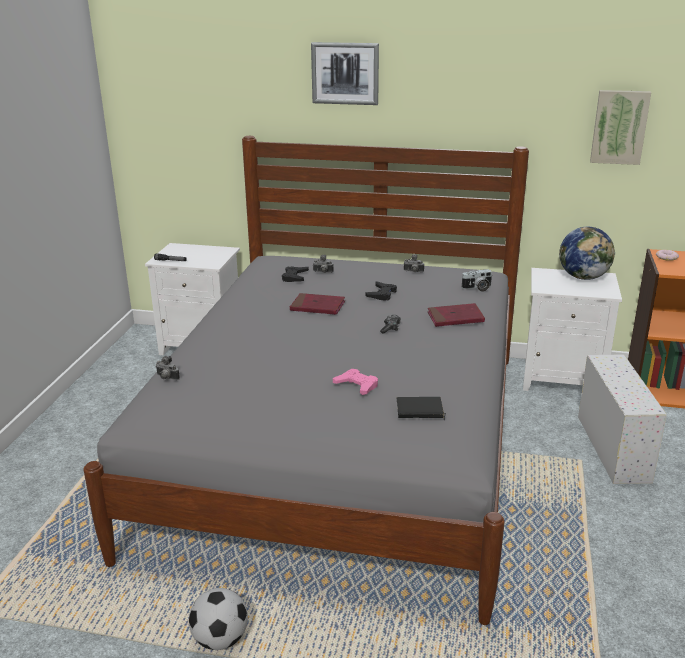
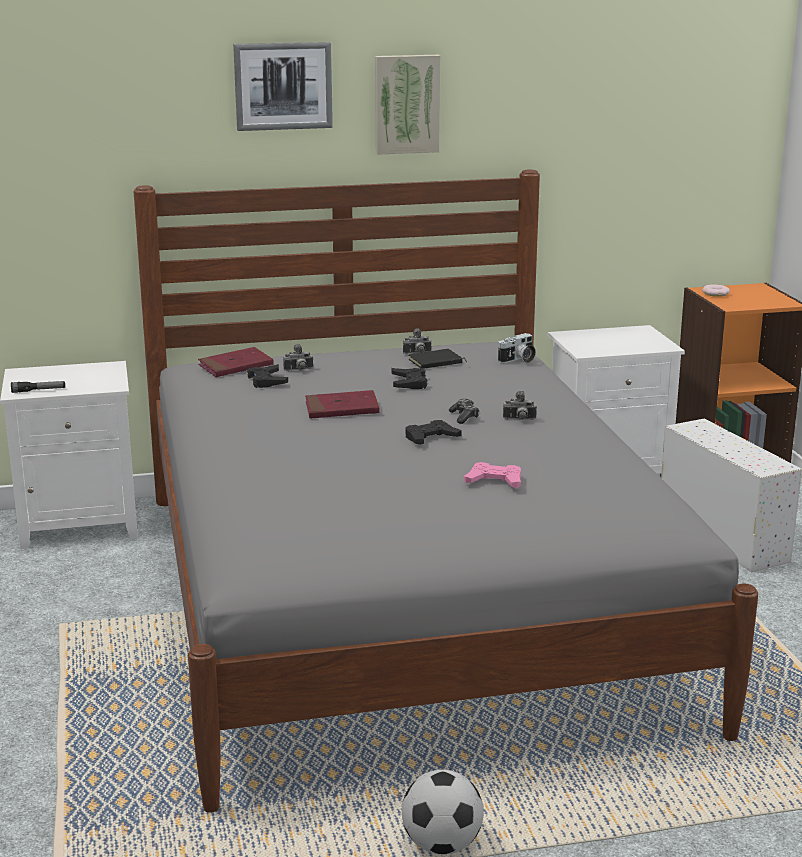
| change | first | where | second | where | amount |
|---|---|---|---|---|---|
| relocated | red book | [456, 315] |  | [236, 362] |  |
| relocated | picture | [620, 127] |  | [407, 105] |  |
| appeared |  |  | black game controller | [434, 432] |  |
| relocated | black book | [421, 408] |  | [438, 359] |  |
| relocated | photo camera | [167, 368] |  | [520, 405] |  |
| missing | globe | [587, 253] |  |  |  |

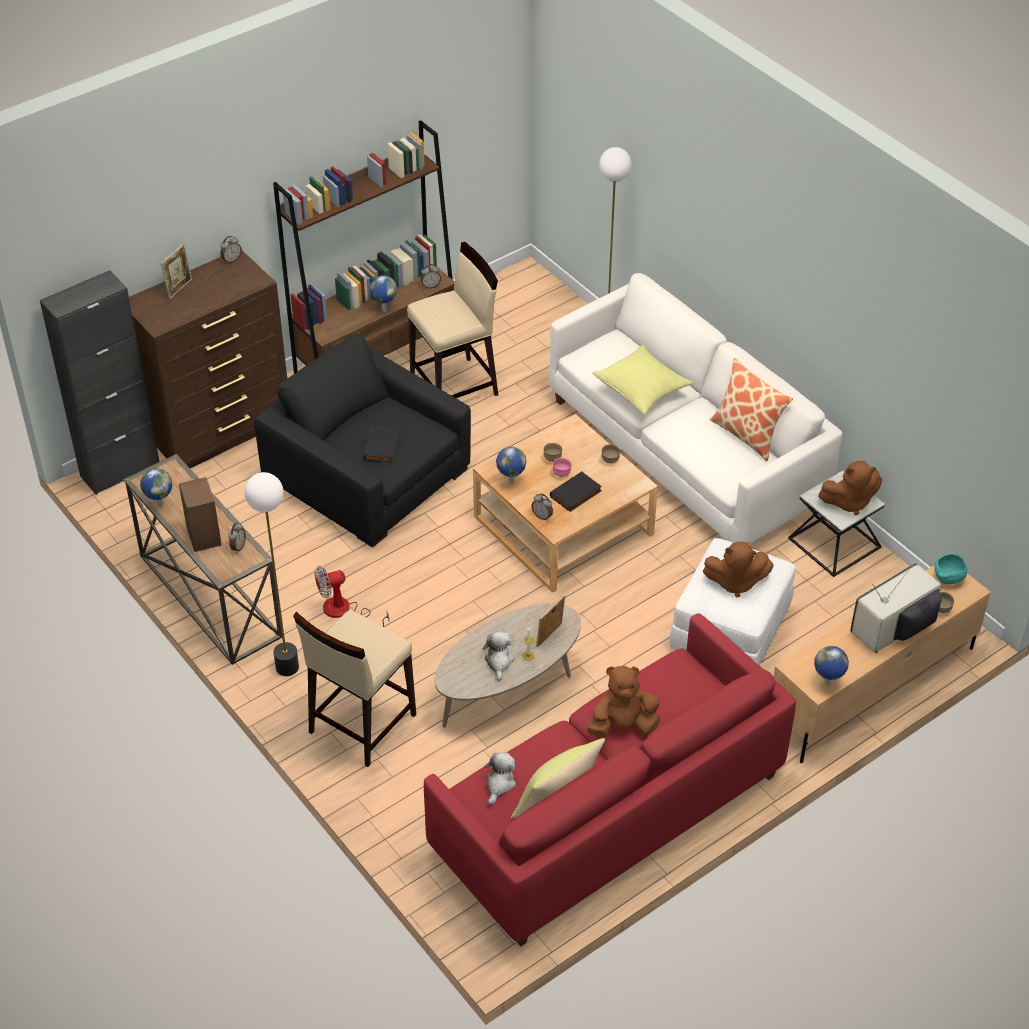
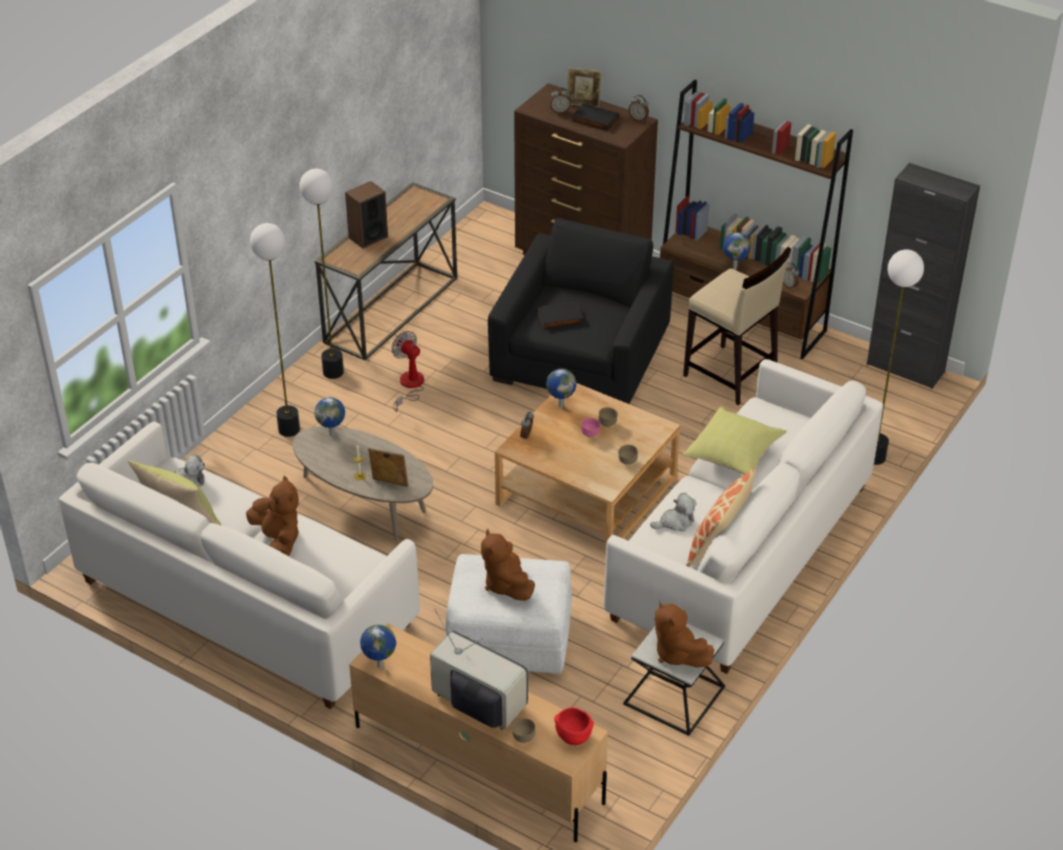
| change | first | where | second | where | amount |
|---|---|---|---|---|---|
| colour | red sofa | [610, 779] | white sofa | [239, 565] |  |
| exchanged | beige stool | [354, 688] | floor lamp | [275, 330] |  |
| relocated | globe | [156, 487] |  | [329, 417] |  |
| relocated | alarm clock | [237, 537] |  | [560, 100] |  |
| colour | turquoise bowl | [950, 569] | red bowl | [574, 726] |  |
| relocated | black book | [576, 492] |  | [595, 117] |  |
| relocated | plush toy | [498, 656] |  | [673, 512] |  |
| relocated | black cabinet | [100, 382] |  | [923, 276] |  |

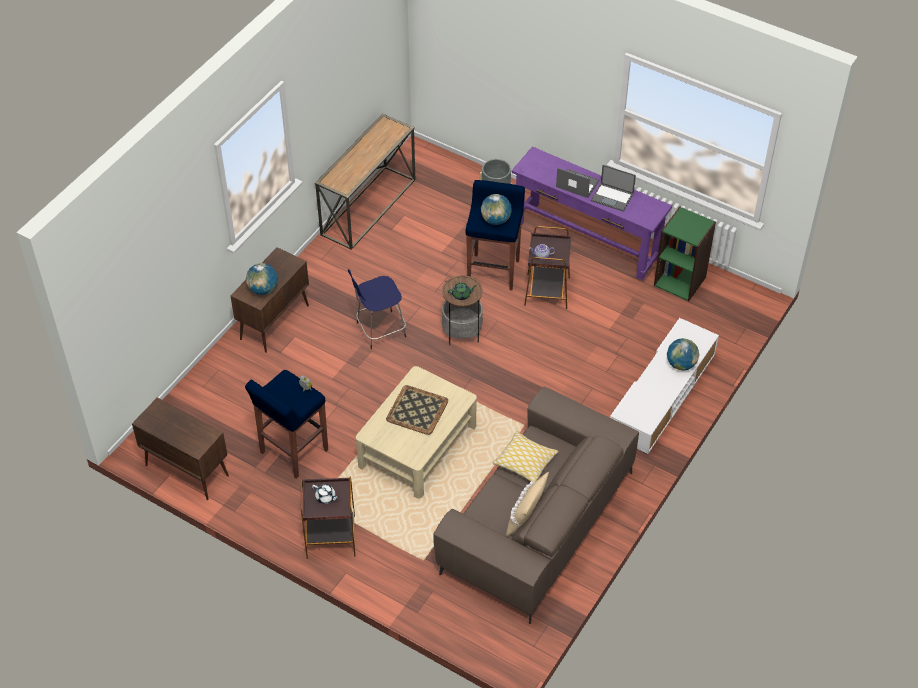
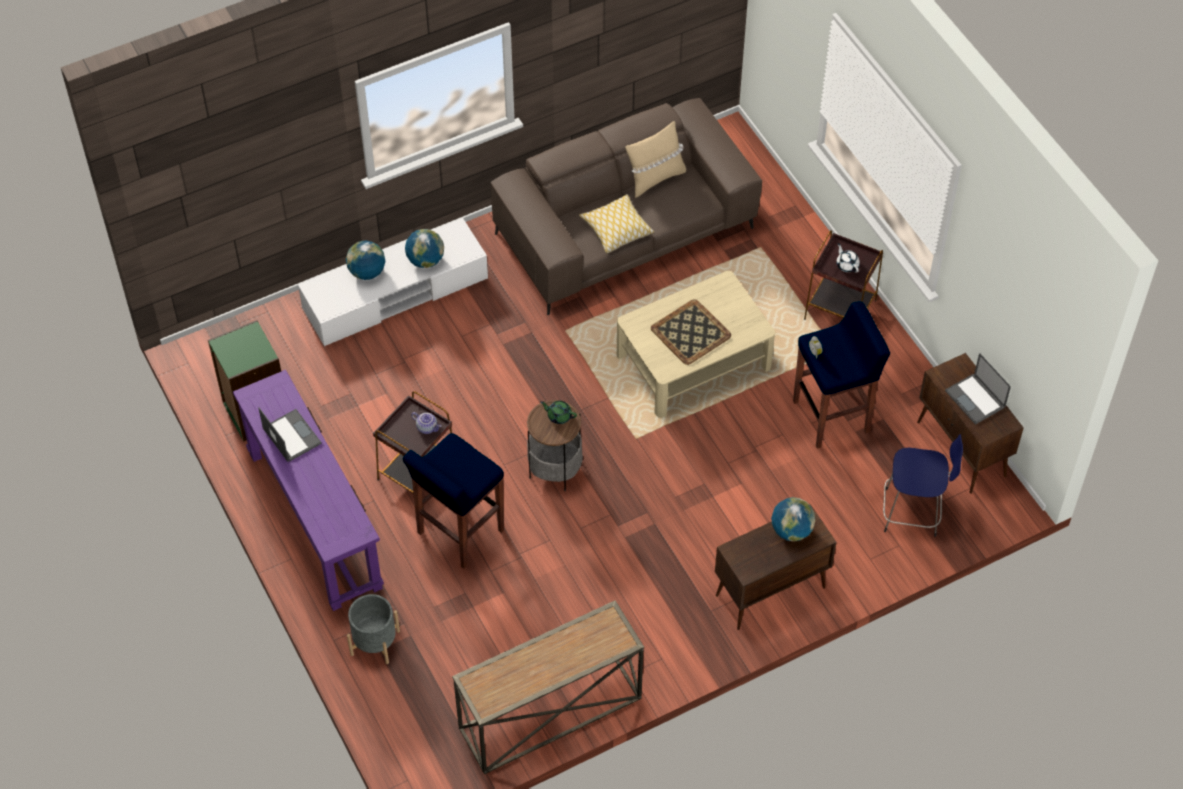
| change | first | where | second | where | amount |
|---|---|---|---|---|---|
| relocated | globe | [496, 209] |  | [424, 248] |  |
| relocated | blue stool | [377, 309] |  | [923, 485] |  |
| relocated | laptop | [577, 183] |  | [978, 389] |  |

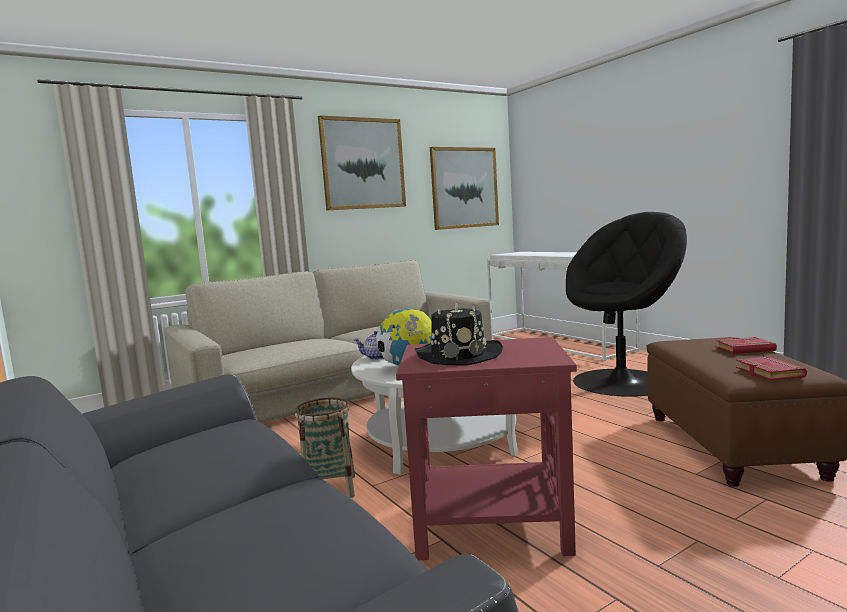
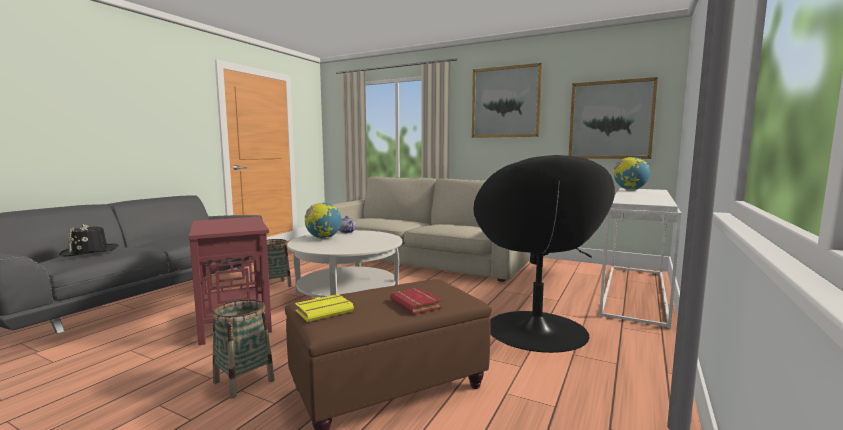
| change | first | where | second | where | amount |
|---|---|---|---|---|---|
| relocated | black hat | [459, 334] |  | [89, 240] |  |
| appeared |  |  | basket | [243, 349] |  |
| colour | red book | [771, 369] | yellow book | [324, 308] |  |
| spun | black armchair | [626, 304] |  | [544, 254] | 60 degrees clockwise |
| appeared |  |  | globe | [632, 174] |  |

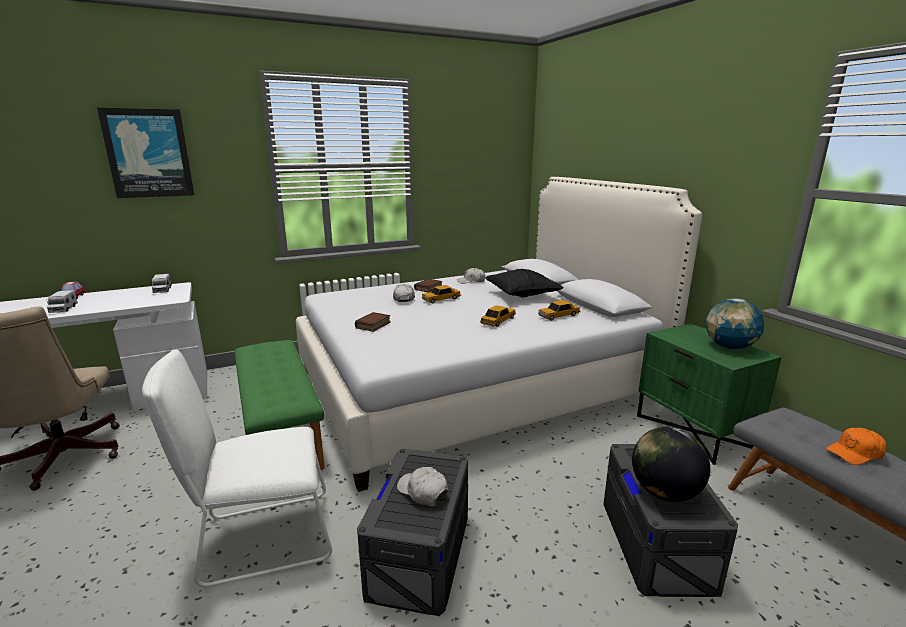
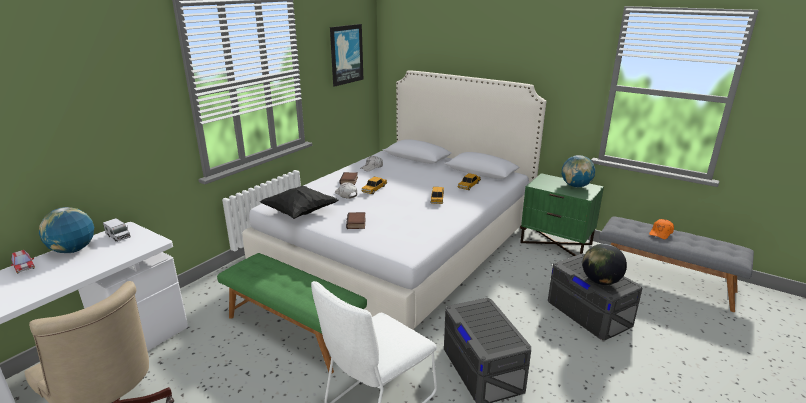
| change | first | where | second | where | amount |
|---|---|---|---|---|---|
| appeared |  |  | globe | [66, 230] |  |
| relocated | black pillow | [524, 283] |  | [299, 202] |  |
| relocated | picture | [145, 153] |  | [346, 55] |  |
| missing | toy truck | [62, 301] |  |  |  |
| missing | white cap | [422, 486] |  |  |  |

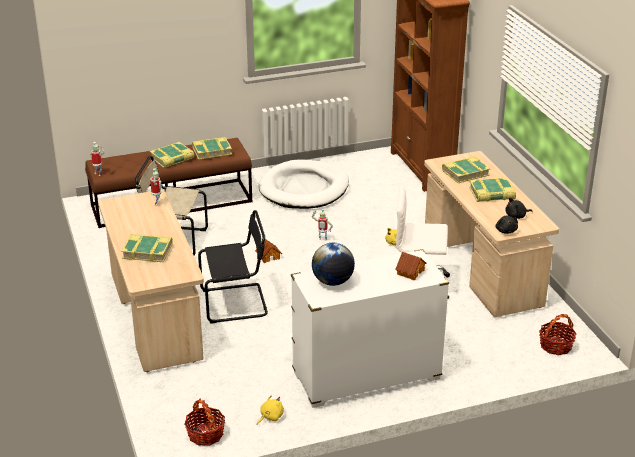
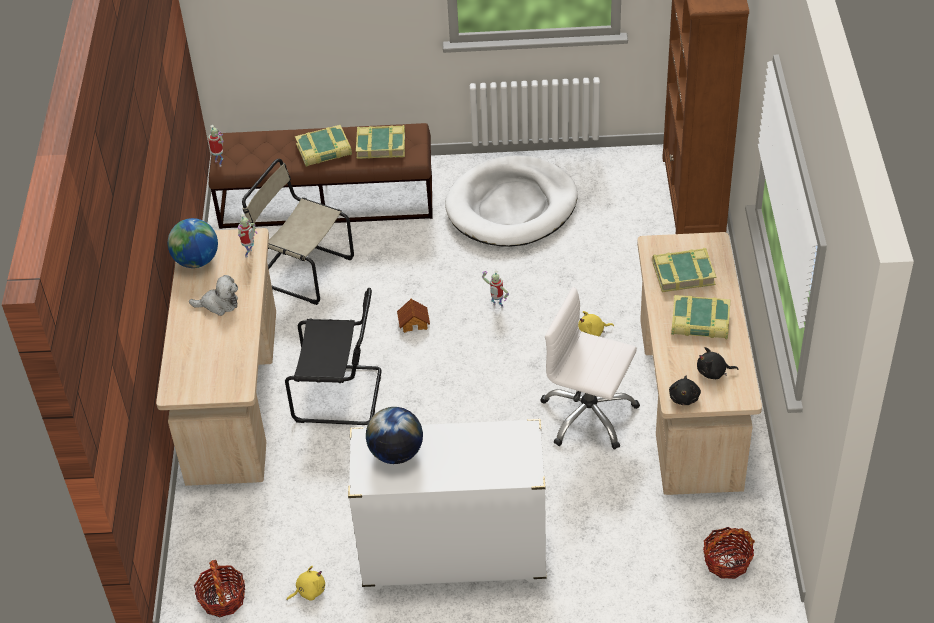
| change | first | where | second | where | amount |
|---|---|---|---|---|---|
| appeared |  |  | globe | [193, 243] |  |
| appeared |  |  | plush toy | [213, 295] |  |
| missing | book | [147, 248] |  |  |  |
| missing | toy house | [410, 266] |  |  |  |

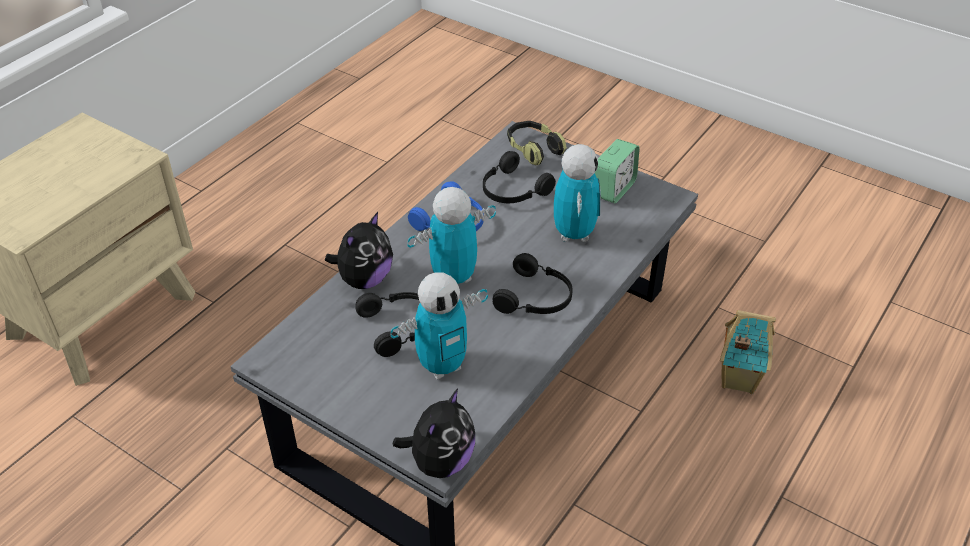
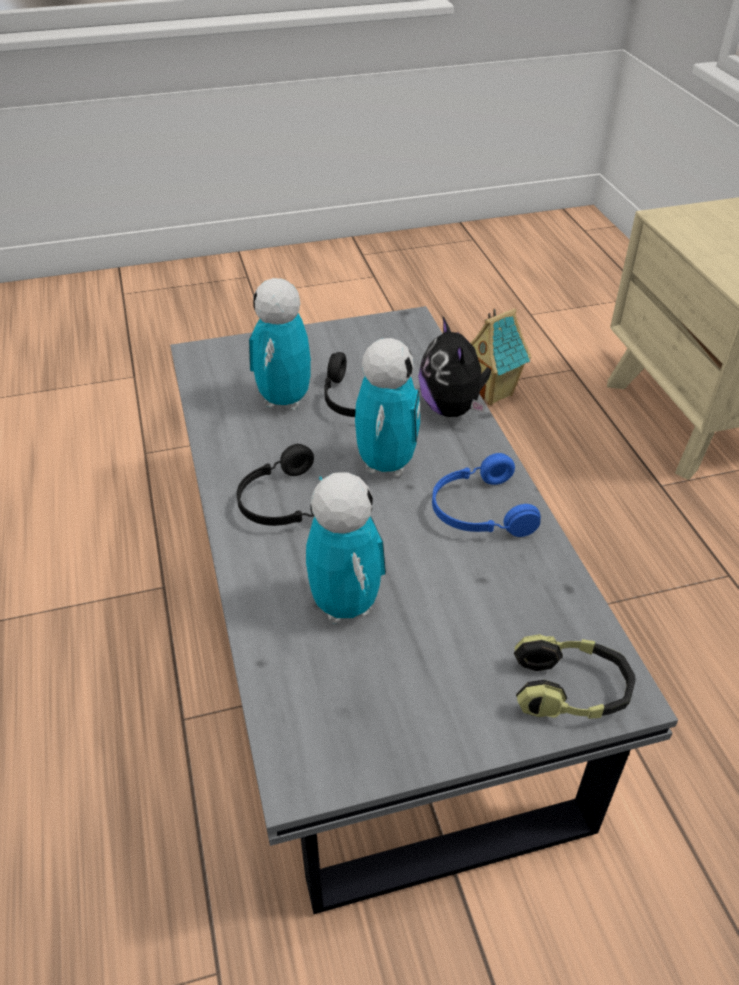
| change | first | where | second | where | amount |
|---|---|---|---|---|---|
| spun | toy robot | [577, 193] |  | [346, 547] | 150 degrees counterclockwise |
| relocated | toy house | [748, 352] |  | [501, 356] |  |
| missing | plush toy | [434, 433] |  |  |  |
| missing | black headphones | [519, 177] |  |  |  |
| missing | alarm clock | [617, 171] |  |  |  |

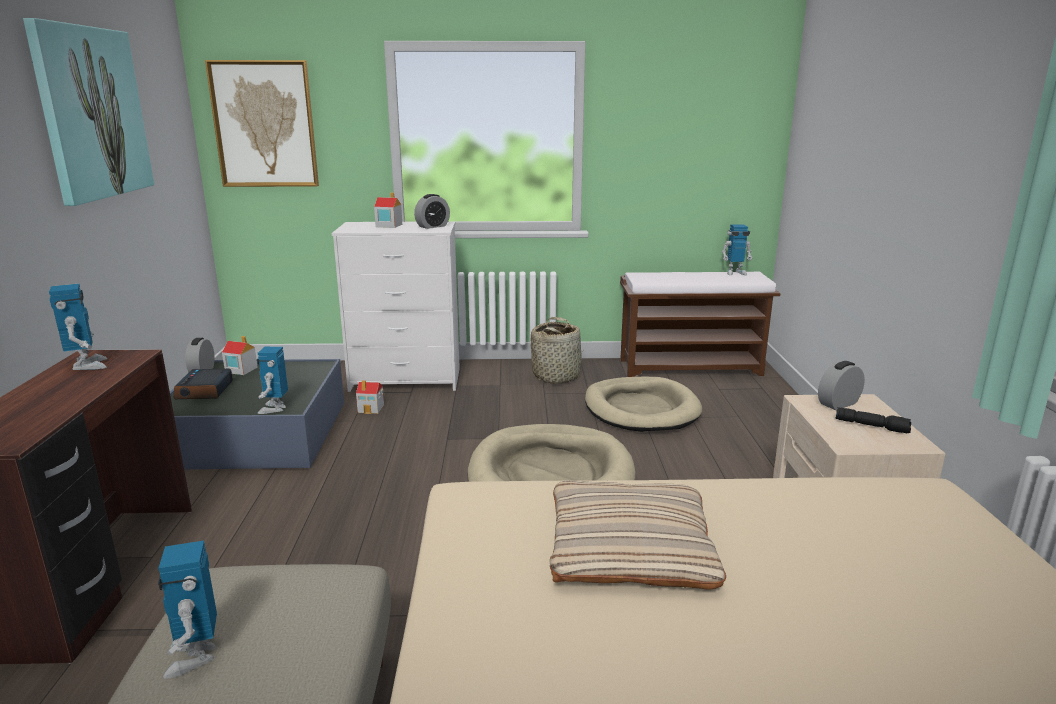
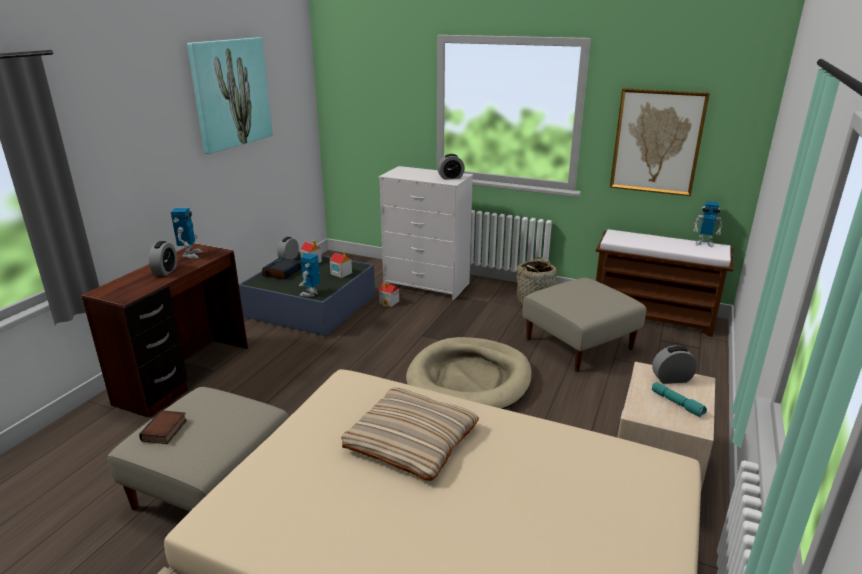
| change | first | where | second | where | amount |
|---|---|---|---|---|---|
| exchanged | toy robot | [187, 610] | book | [163, 427] |  |
| appeared |  |  | alarm clock | [163, 258] |  |
| relocated | toy house | [388, 210] |  | [341, 264] |  |
| exchanged | beige dog bed | [643, 404] | beige ottoman | [584, 325] |  |
| relocated | picture | [262, 123] |  | [660, 142] |  |
| colour | black flashlight | [873, 420] | turquoise flashlight | [679, 399] |  |

